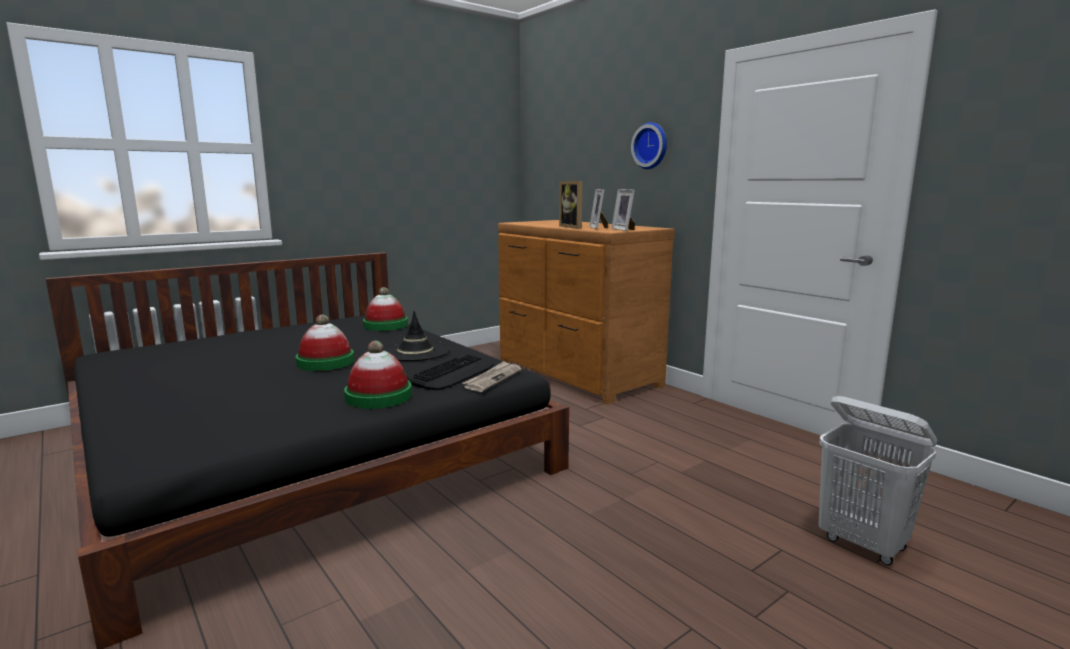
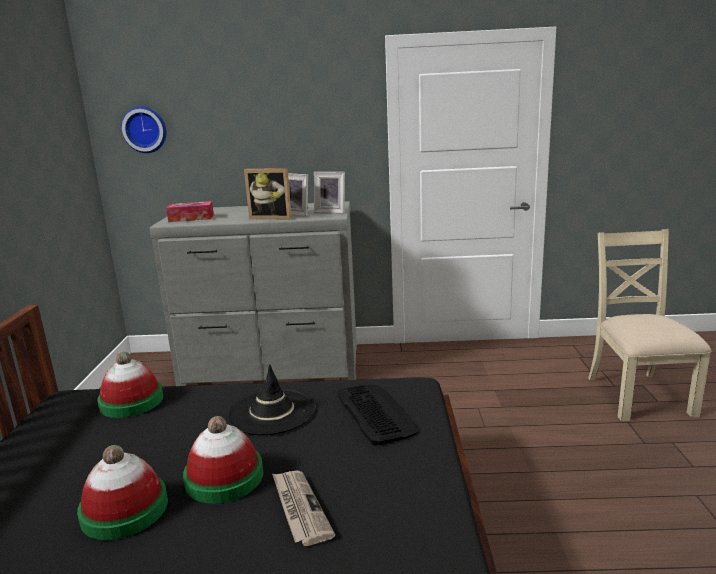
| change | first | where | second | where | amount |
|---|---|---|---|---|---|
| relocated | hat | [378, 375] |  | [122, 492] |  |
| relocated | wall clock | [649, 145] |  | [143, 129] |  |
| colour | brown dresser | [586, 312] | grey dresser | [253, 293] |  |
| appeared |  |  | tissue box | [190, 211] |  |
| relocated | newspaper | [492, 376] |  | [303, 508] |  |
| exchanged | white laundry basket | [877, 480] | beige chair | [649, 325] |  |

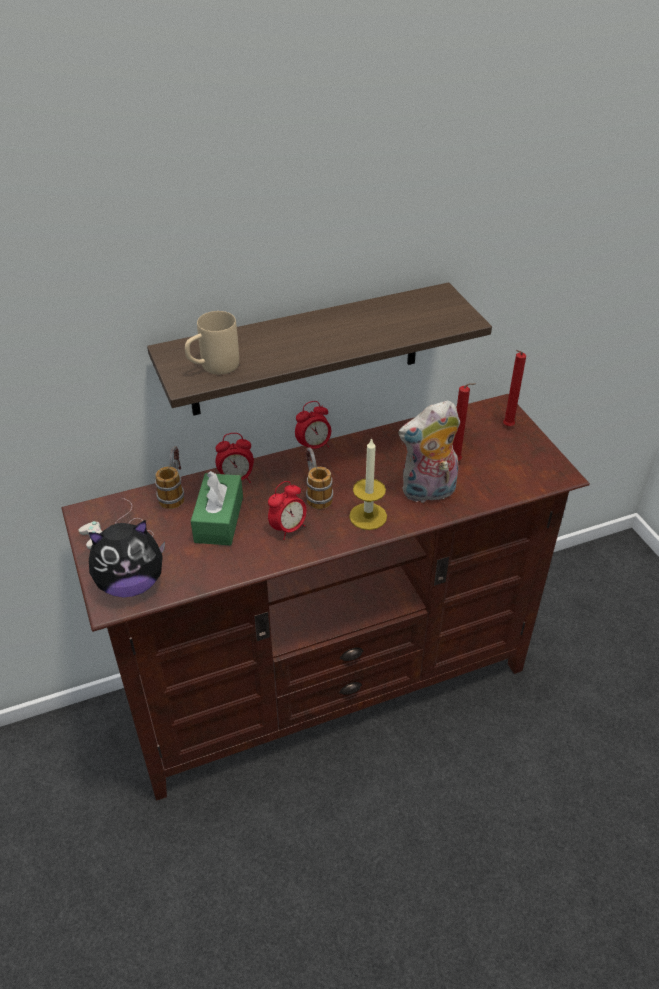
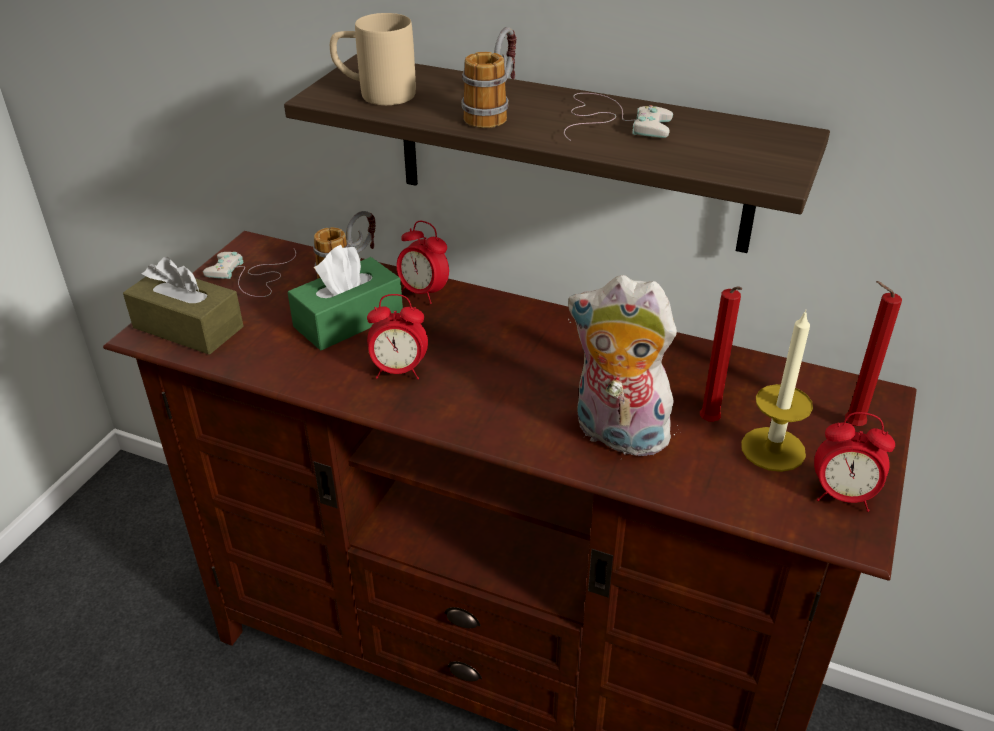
| change | first | where | second | where | amount |
|---|---|---|---|---|---|
| exchanged | plush toy | [127, 559] | brown tissue box | [183, 306] |  |
| relocated | mug | [319, 478] |  | [489, 77] |  |
| appeared |  |  | white game controller | [618, 117] |  |
| relocated | candle | [368, 484] |  | [777, 391] |  |
| relocated | alarm clock | [313, 425] |  | [854, 462] |  |

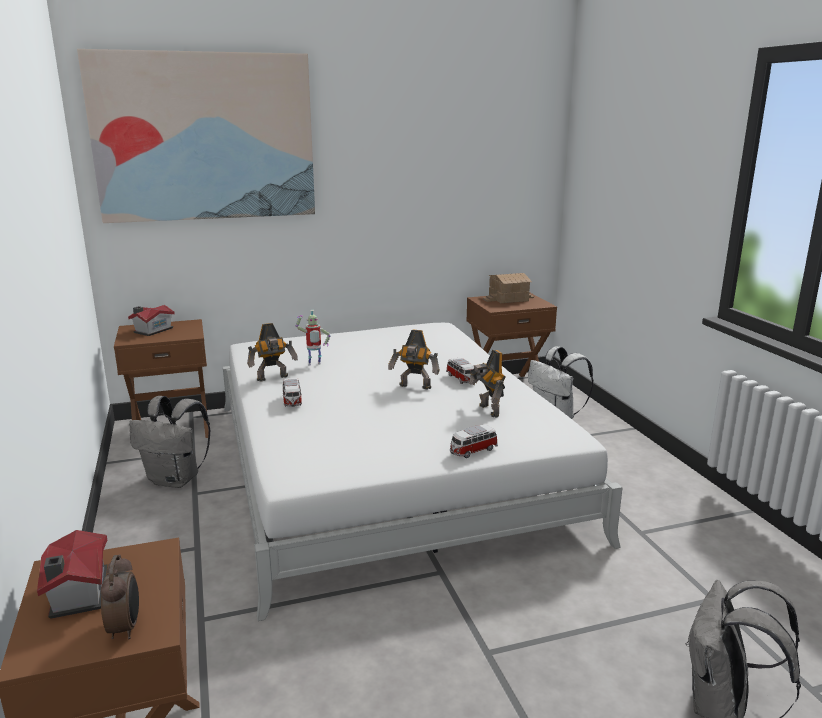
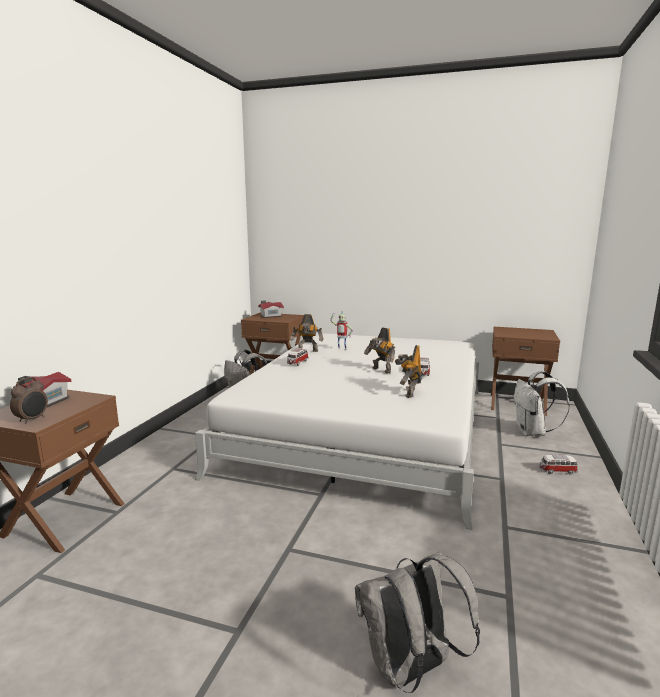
| change | first | where | second | where | amount |
|---|---|---|---|---|---|
| relocated | toy car | [474, 441] |  | [558, 464] |  |
| missing | picture | [196, 136] |  |  |  |
| missing | toy house | [508, 288] |  |  |  |

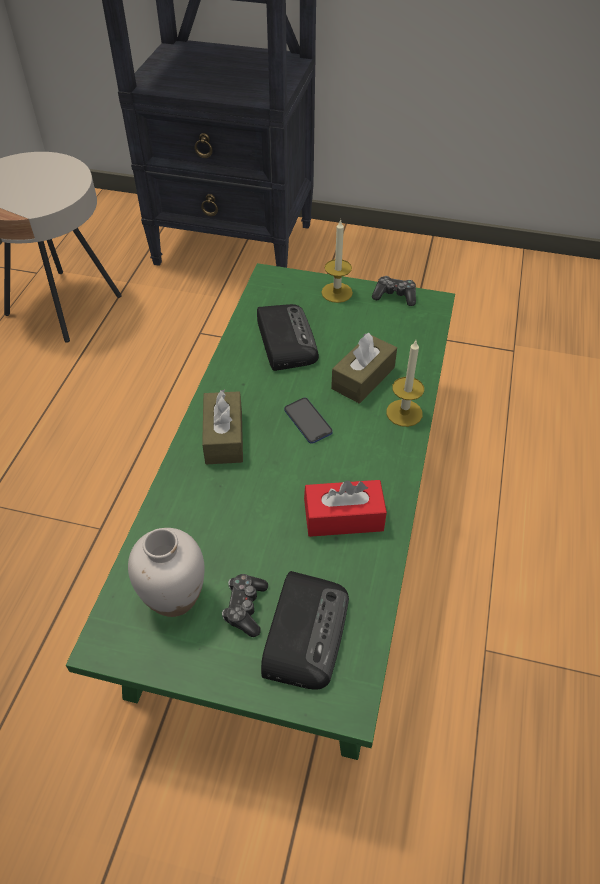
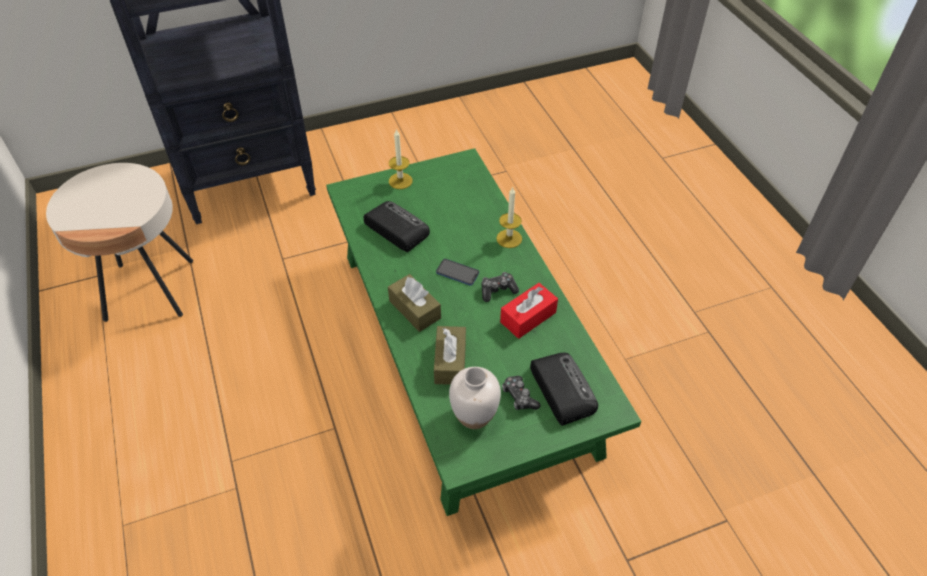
| change | first | where | second | where | amount |
|---|---|---|---|---|---|
| relocated | brown tissue box | [364, 368] |  | [450, 355] |  |
| relocated | game controller | [394, 291] |  | [500, 287] |  |

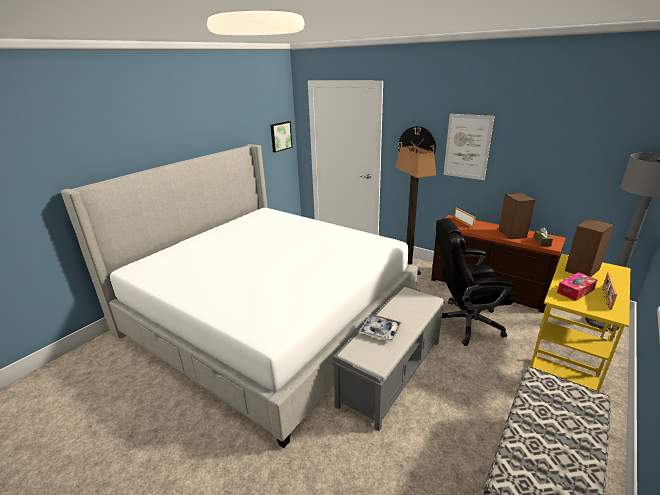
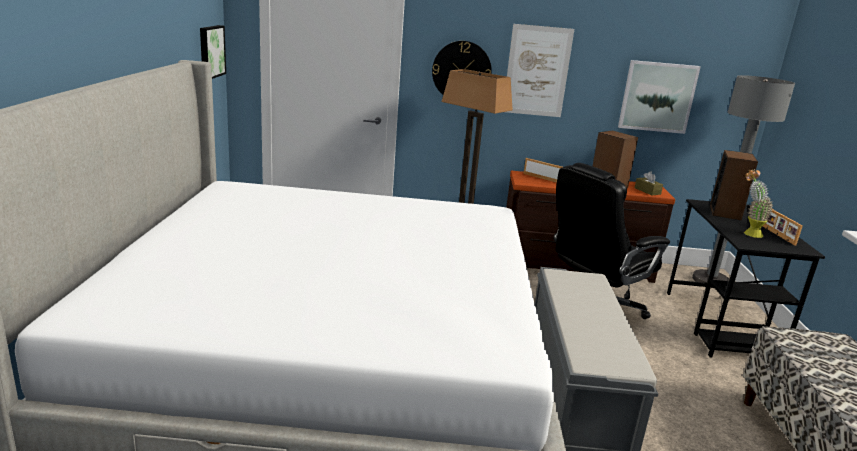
| change | first | where | second | where | amount |
|---|---|---|---|---|---|
| appeared |  |  | picture | [659, 97] |  |
| colour | yellow desk | [580, 322] | black desk | [746, 278] |  |
| exchanged | tissue box | [577, 286] | potted plant | [758, 204] |  |
| missing | tray | [380, 328] |  |  |  |

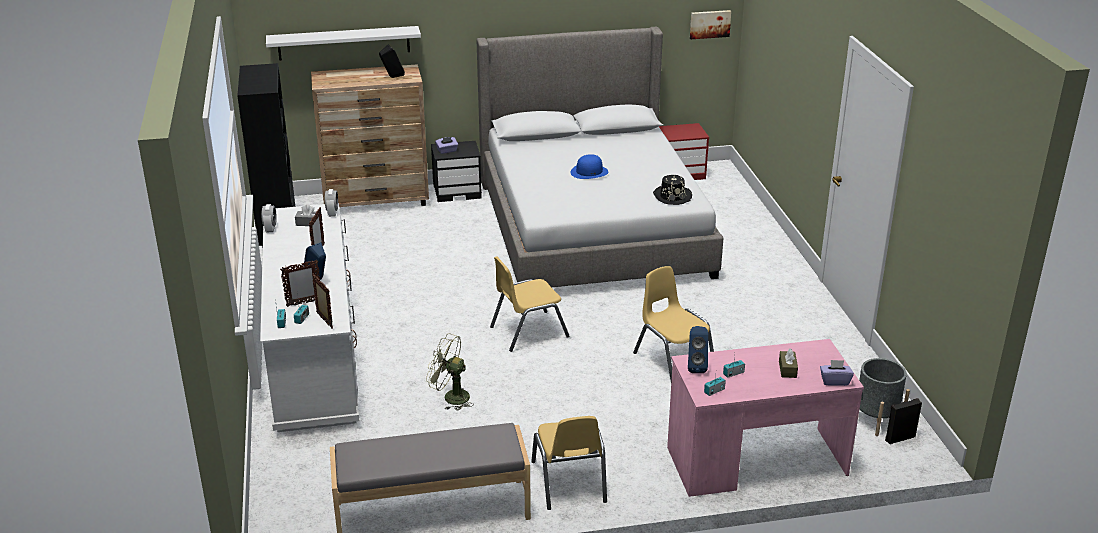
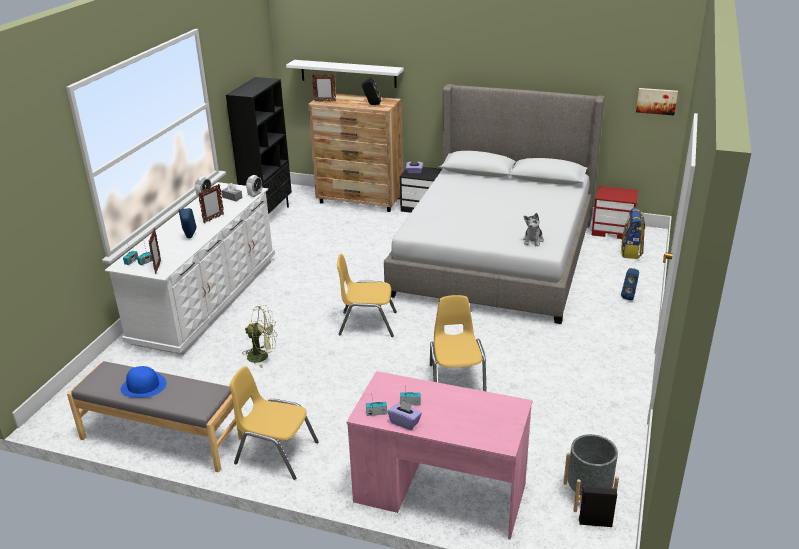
| change | first | where | second | where | amount |
|---|---|---|---|---|---|
| relocated | blue hat | [589, 166] |  | [144, 382] |  |
| spun | yellow chair | [569, 463] |  | [274, 423] | 90 degrees clockwise |
| spun | green fan | [450, 372] |  | [259, 336] | 135 degrees clockwise |
| relocated | picture frame | [300, 283] |  | [324, 88] |  |
| relocated | purple tissue box | [837, 373] |  | [405, 415] |  |
| exchanged | black hat | [672, 190] | plush toy | [533, 230] |  |
| appeared |  |  | backpack | [633, 233] |  |
| relocated | blue speaker | [698, 349] |  | [630, 284] |  |
| missing | brown tissue box | [788, 363] |  |  |  |

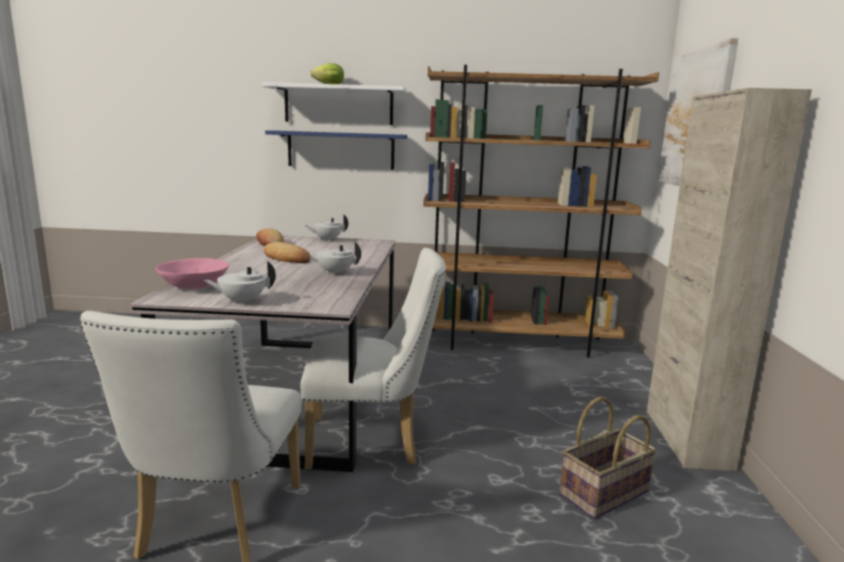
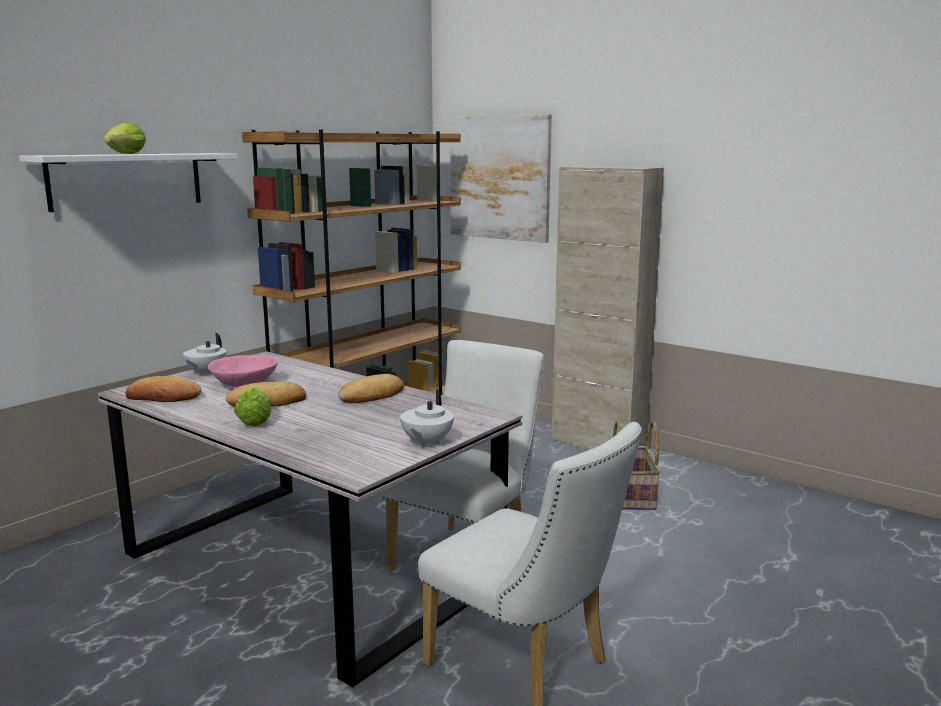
| change | first | where | second | where | amount |
|---|---|---|---|---|---|
| relocated | pink bowl | [192, 273] |  | [243, 371] |  |
| appeared |  |  | lettuce | [253, 407] |  |
| exchanged | white teapot | [334, 258] | bread | [371, 388] |  |
| missing | blue shelf | [336, 150] |  |  |  |

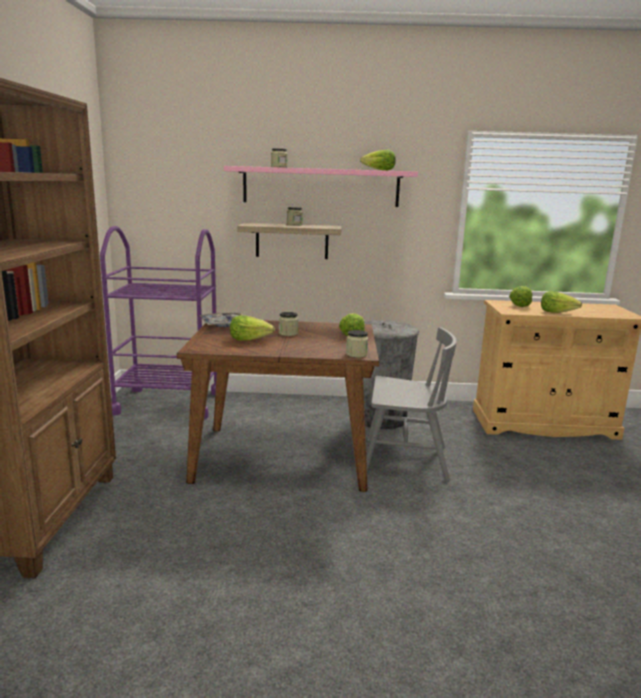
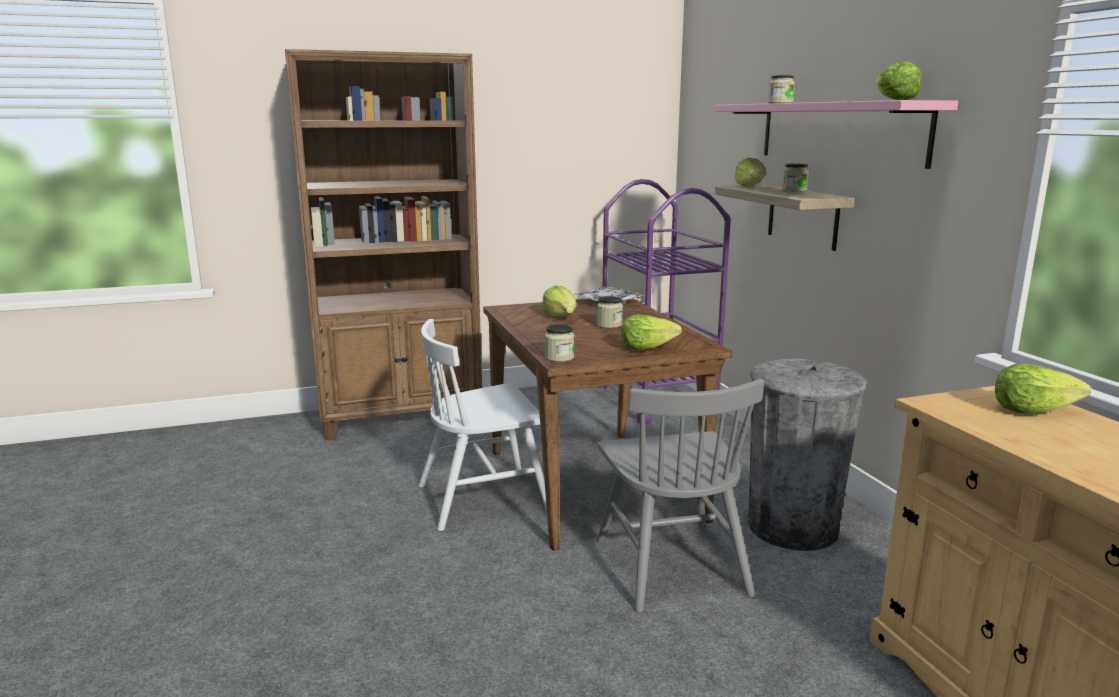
| change | first | where | second | where | amount |
|---|---|---|---|---|---|
| appeared |  |  | white chair | [482, 425] |  |
| relocated | lettuce | [561, 302] |  | [750, 171] |  |

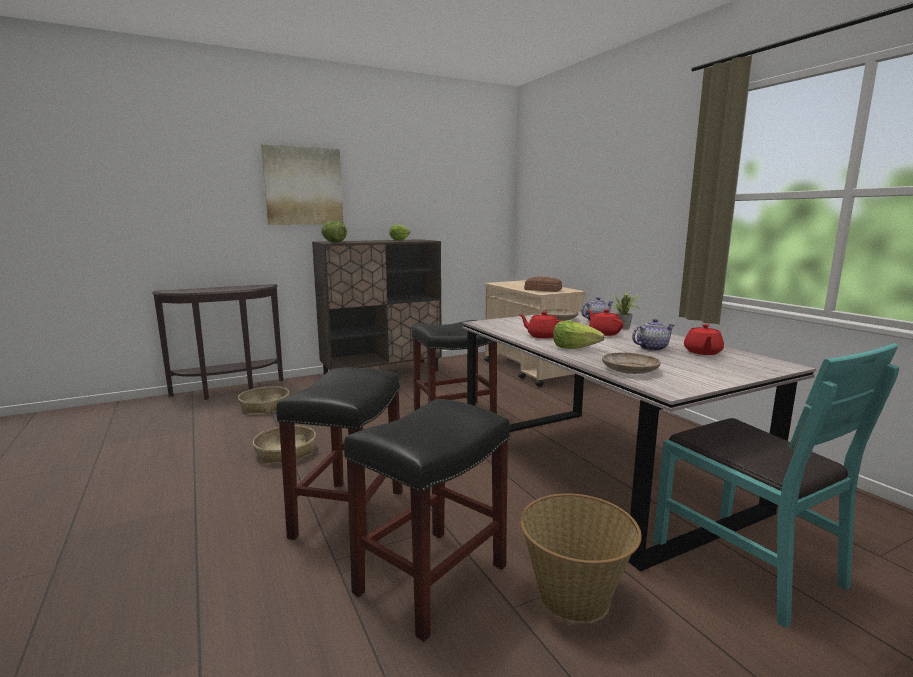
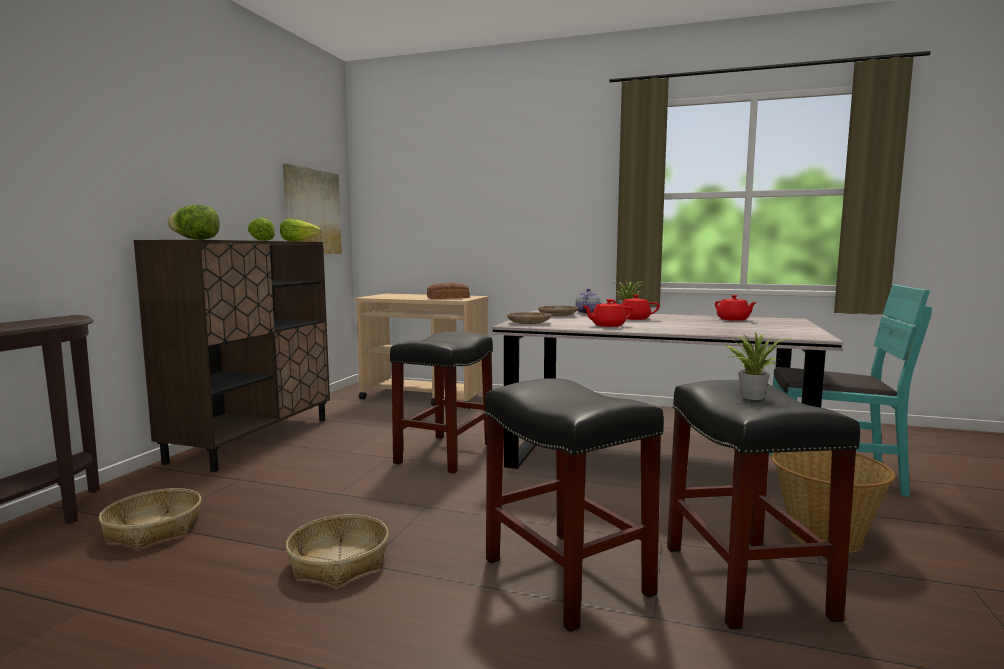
| change | first | where | second | where | amount |
|---|---|---|---|---|---|
| relocated | lettuce | [579, 335] |  | [300, 230] |  |
| relocated | picture | [302, 184] |  | [312, 209] |  |
| relocated | beige plate | [631, 363] |  | [529, 318] |  |
| appeared |  |  | potted plant | [758, 366] |  |
| missing | teapot | [653, 335] |  |  |  |

